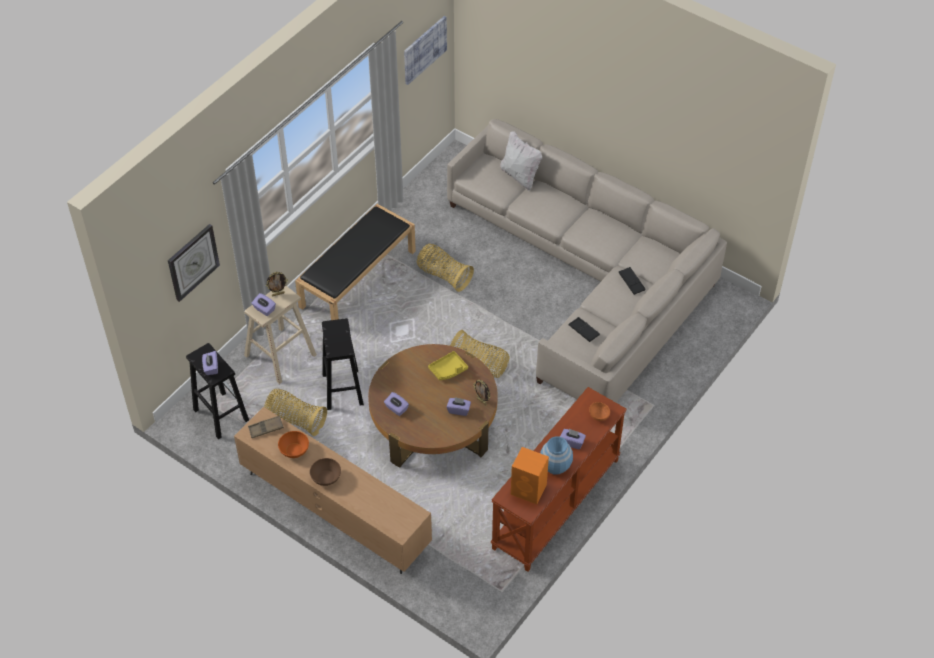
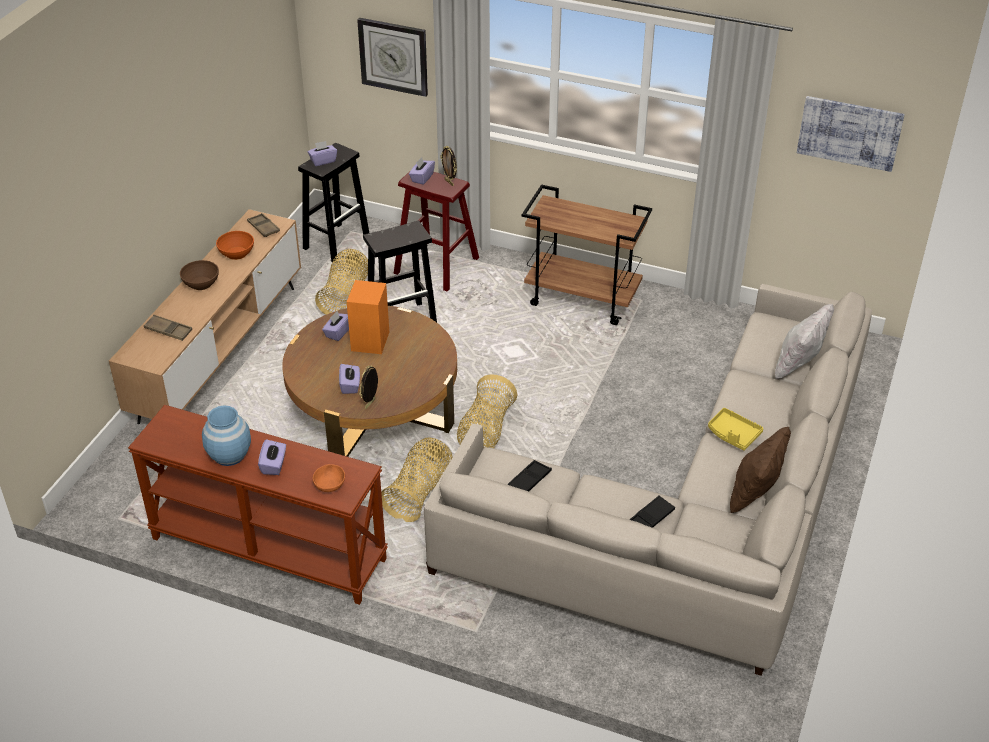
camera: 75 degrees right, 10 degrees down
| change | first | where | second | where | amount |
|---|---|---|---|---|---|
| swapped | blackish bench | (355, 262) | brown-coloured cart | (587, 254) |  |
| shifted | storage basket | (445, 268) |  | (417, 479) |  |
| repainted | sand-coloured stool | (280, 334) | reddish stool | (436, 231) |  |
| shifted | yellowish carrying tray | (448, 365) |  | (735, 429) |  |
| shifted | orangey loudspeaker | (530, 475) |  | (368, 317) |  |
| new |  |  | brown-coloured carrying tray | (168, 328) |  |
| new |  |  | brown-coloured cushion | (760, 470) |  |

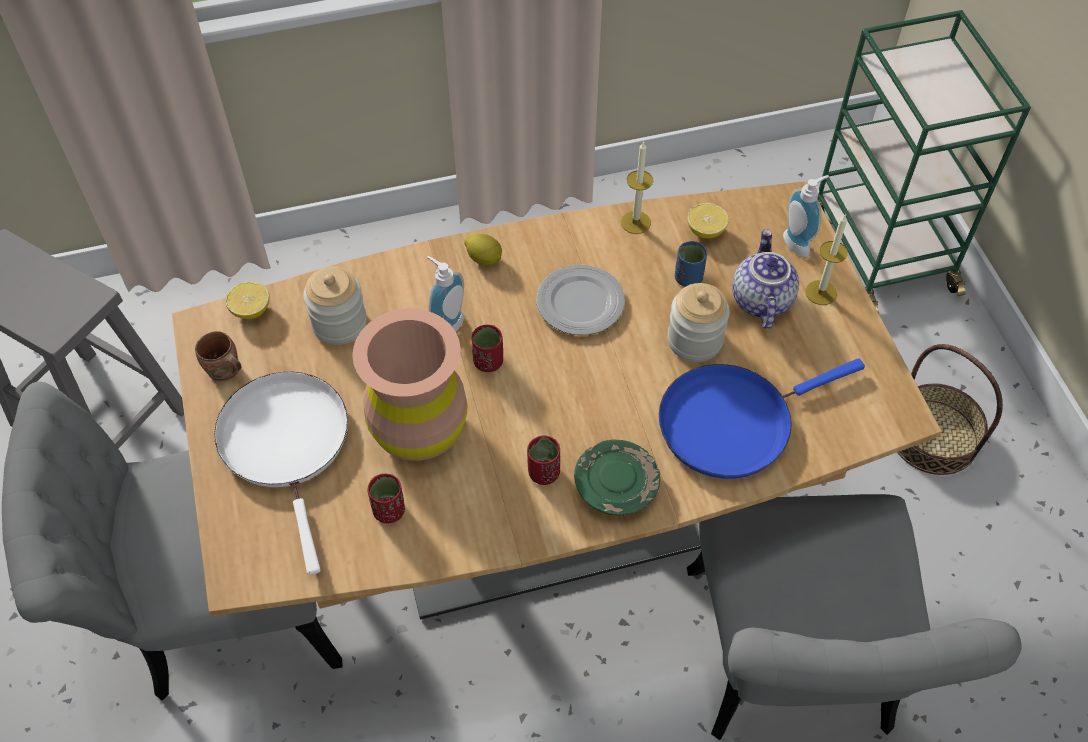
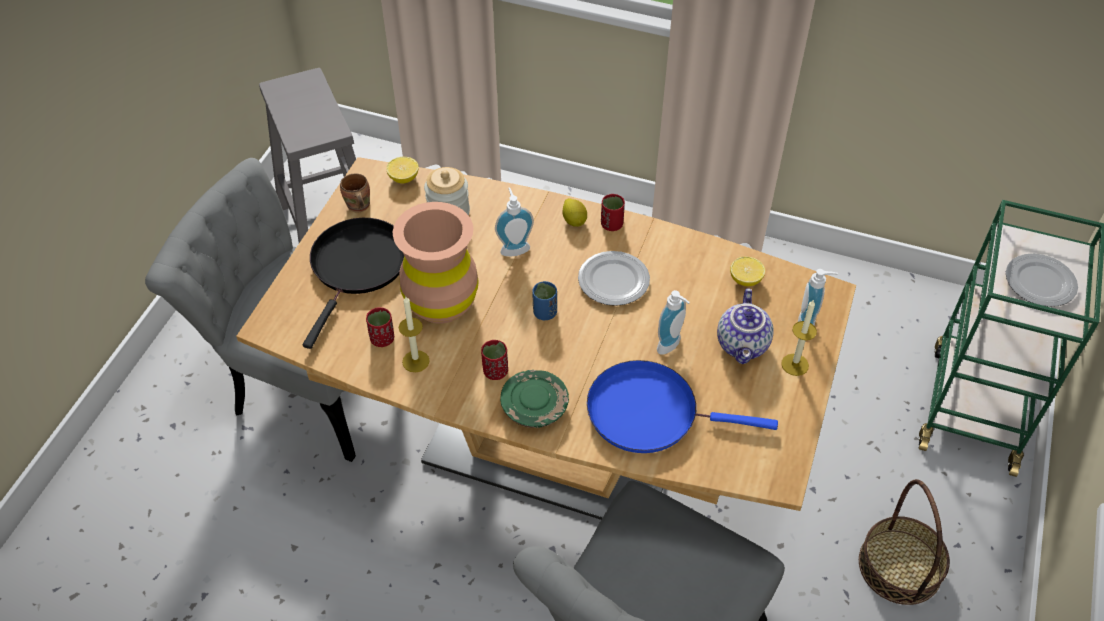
camera: 35 degrees right, 5 degrees down
| change | first | where | second | where | amount |
|---|---|---|---|---|---|
| shifted | candle | (637, 187) |  | (414, 334) |  |
| rotated | pot for tea | (765, 279) |  | (745, 326) | 150 degrees clockwise |
| shifted | blue-coloured small cup | (691, 264) |  | (544, 300) |  |
| swapped | storage jar | (698, 322) | liquid soap bottle | (673, 322) |  |
| shifted | reddish small cup | (487, 348) |  | (613, 212) |  |
| repainted | whitish pan | (281, 473) | blackish pan | (353, 283) |  |
| new |  |  | plate | (1042, 280) |  |

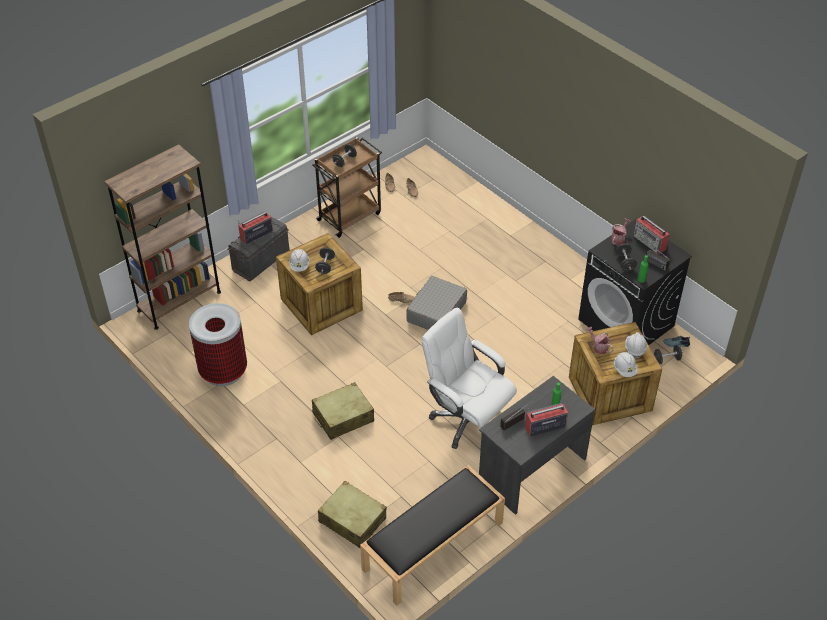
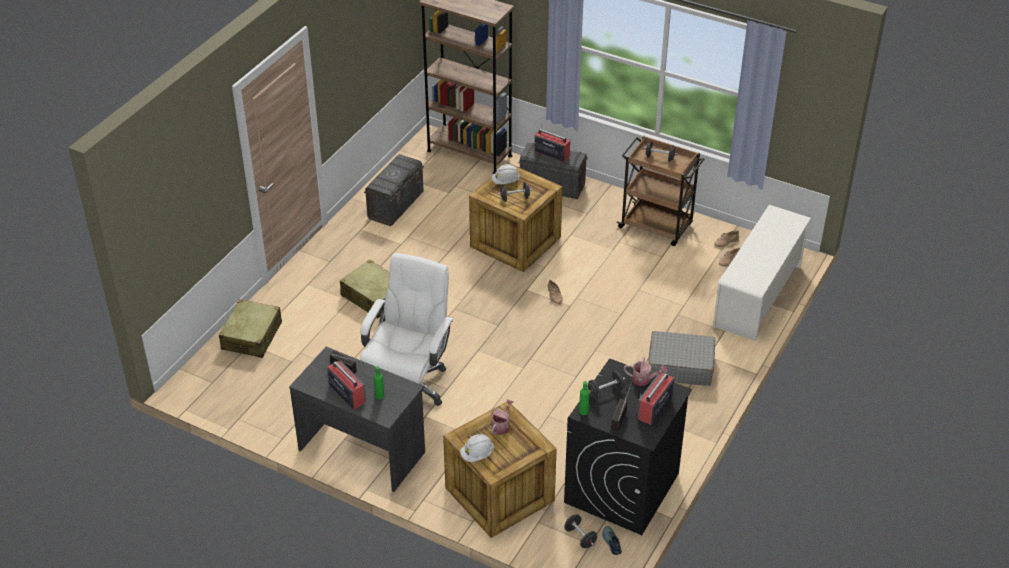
camera: 70 degrees right, 5 degrees down
| change | first | where | second | where | amount |
|---|---|---|---|---|---|
| shifted | greyish piece of luggage | (436, 303) |  | (681, 358) |  |
| swapped | waste bin | (218, 344) | greyish storage box | (394, 190) |  |
| gone | whitish hard hat | (636, 345) |  |  |  |
| gone | blackish bench | (432, 535) |  |  |  |
| new |  |  | whitish shoe rack | (762, 273) |  |

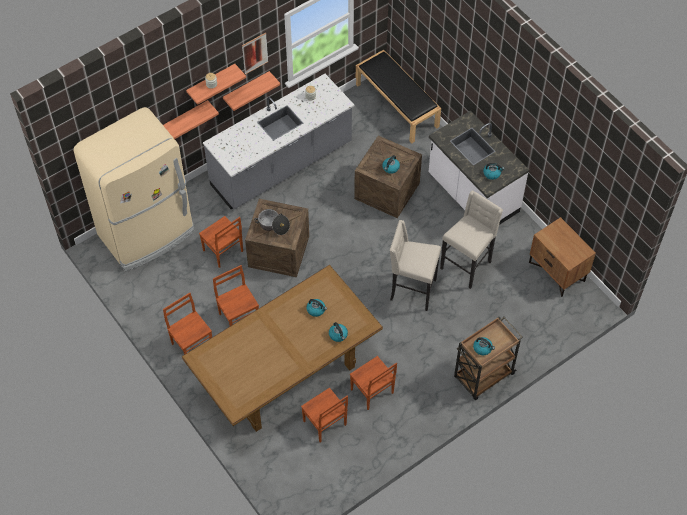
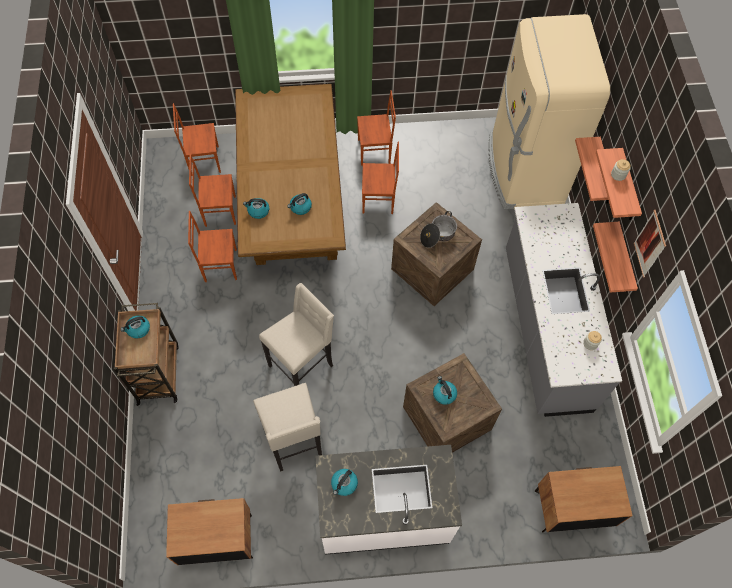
camera: 120 degrees right, 5 degrees up
| change | first | where | second | where | amount |
|---|---|---|---|---|---|
| swapped | blackish bench | (398, 96) | brown-coloured night table | (584, 499) |  |
| shifted | brown-coloured chair | (221, 242) |  | (197, 138) |  |

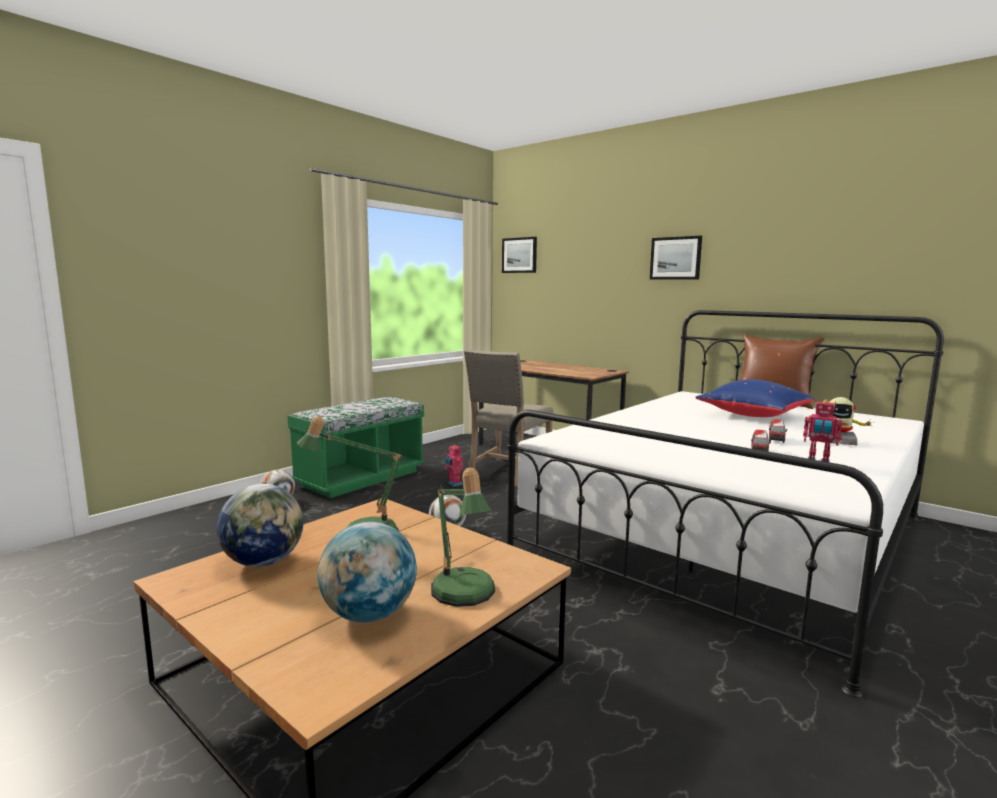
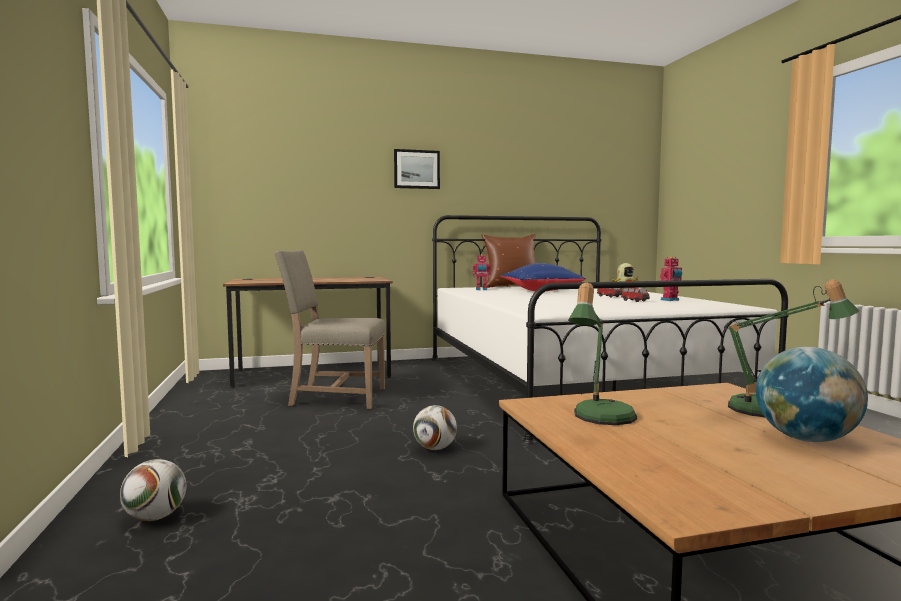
camera: 55 degrees left, 5 degrees down
| change | first | where | second | where | amount |
|---|---|---|---|---|---|
| gone | wall art | (519, 255) |  |  |  |
| rotated | sand-coloured chair | (508, 417) |  | (330, 329) | 120 degrees clockwise |
| gone | green bench | (356, 447) |  |  |  |
| shifted | robot figure | (454, 466) |  | (482, 272) |  |
| gone | globe | (260, 525) |  |  |  |

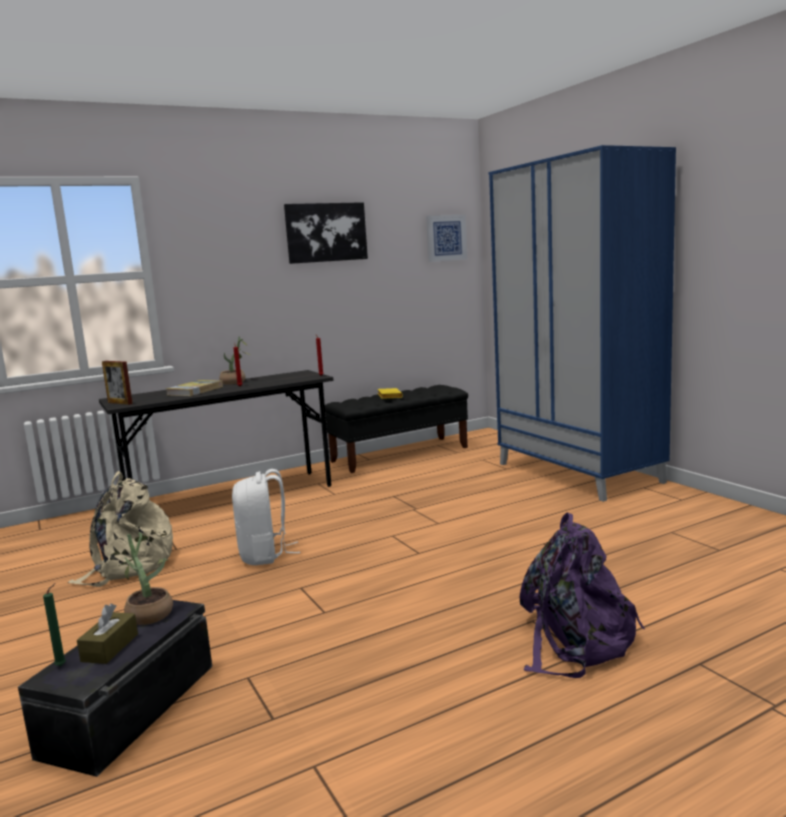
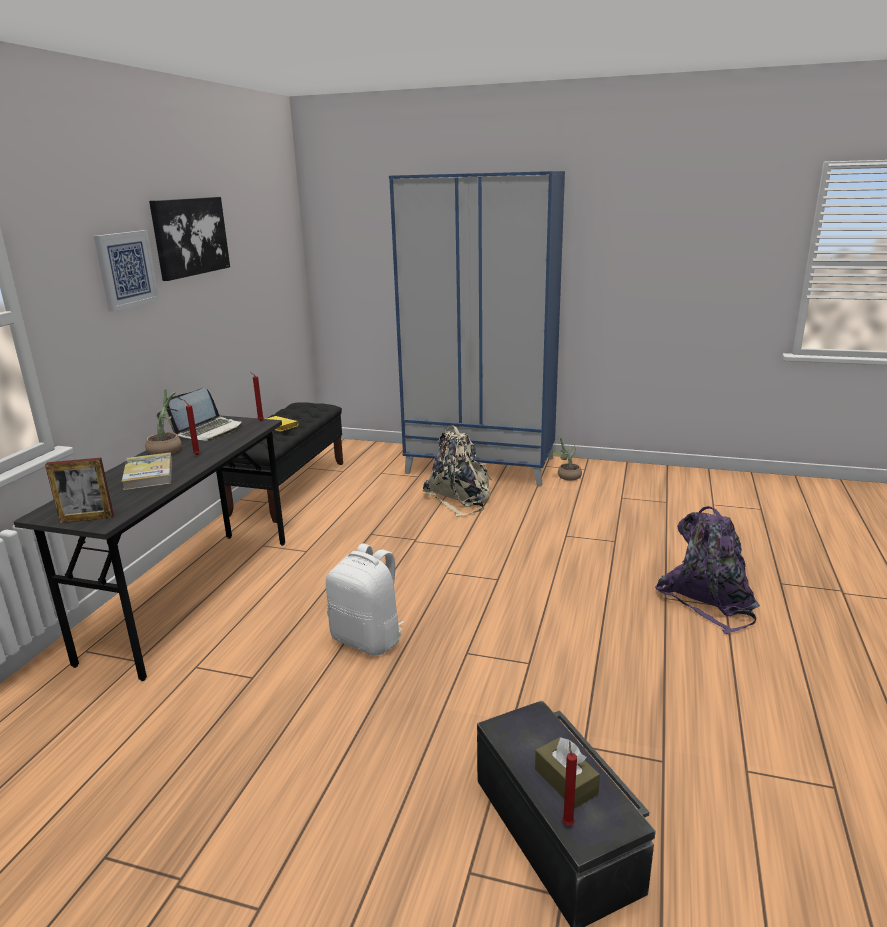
camera: 45 degrees left, 10 degrees up
| change | first | where | second | where | amount |
|---|---|---|---|---|---|
| shifted | wall art | (446, 238) |  | (126, 270) |  |
| shifted | sand-coloured rucksack | (120, 529) |  | (457, 471) |  |
| shifted | potted plant | (145, 578) |  | (567, 459) |  |
| repainted | green candle | (54, 624) | reddish candle | (569, 783) |  |
| new |  |  | portable computer | (204, 414) |  |

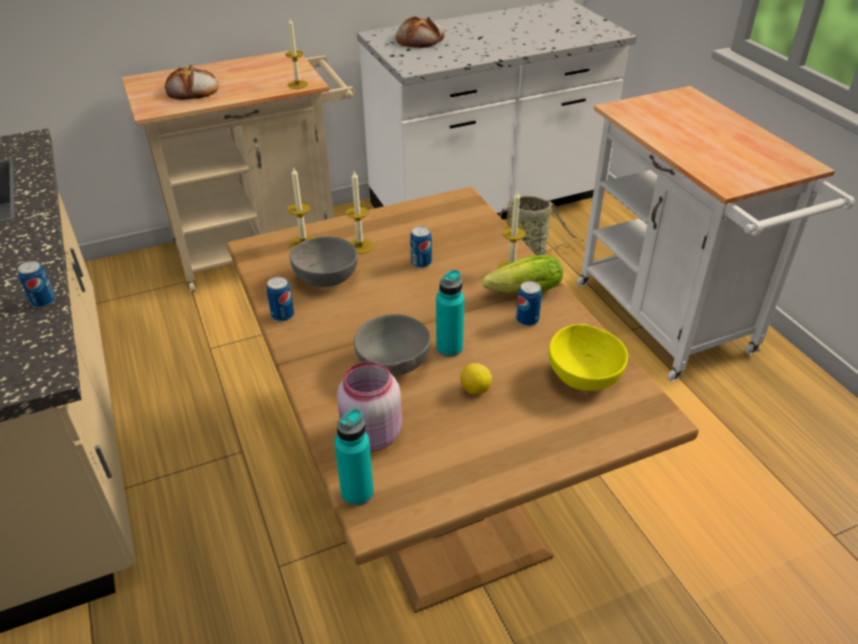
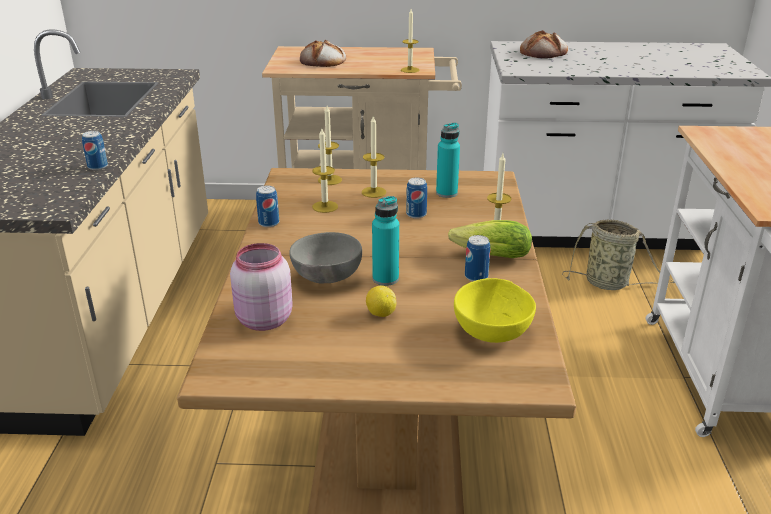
camera: 25 degrees right, 10 degrees down
| change | first | where | second | where | amount |
|---|---|---|---|---|---|
| swapped | greyish serving bowl | (323, 261) | candle | (325, 170) |  |
| shifted | turquoise drink bottle | (354, 457) |  | (448, 160) |  |

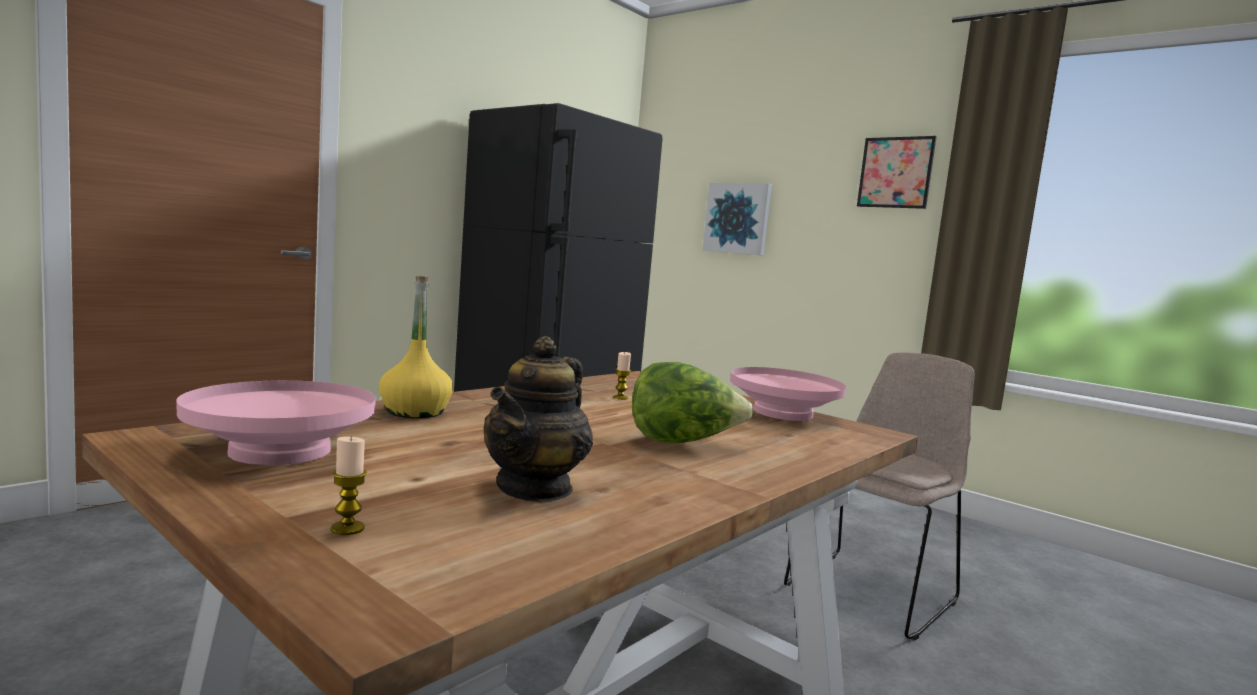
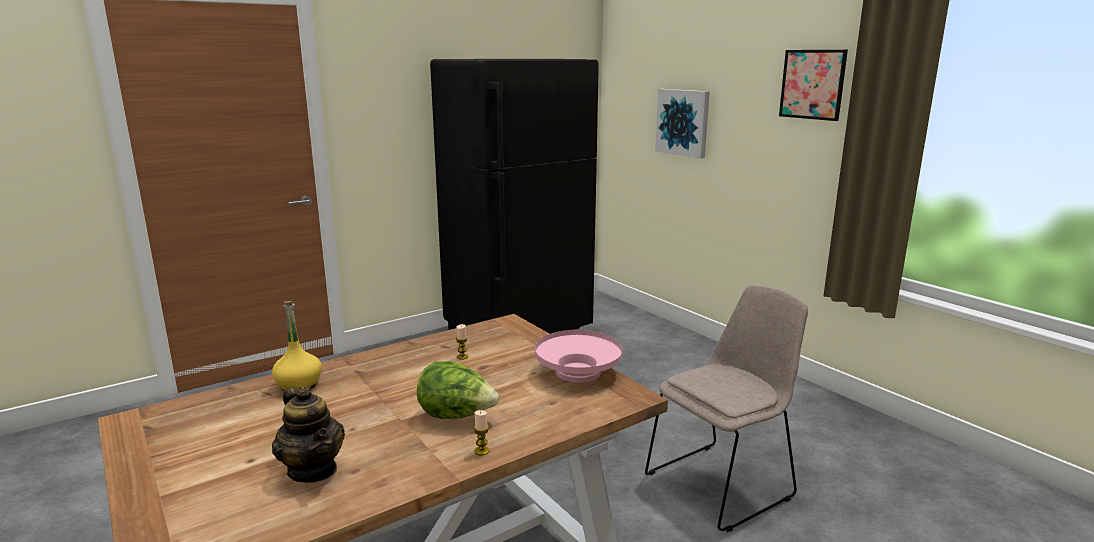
camera: 15 degrees right, 10 degrees up
| change | first | where | second | where | amount |
|---|---|---|---|---|---|
| rotated | pot for tea | (538, 419) |  | (308, 434) | 75 degrees counterclockwise |
| gone | pink serving bowl | (276, 422) |  |  |  |
| shifted | candle | (349, 485) |  | (482, 432) |  |

